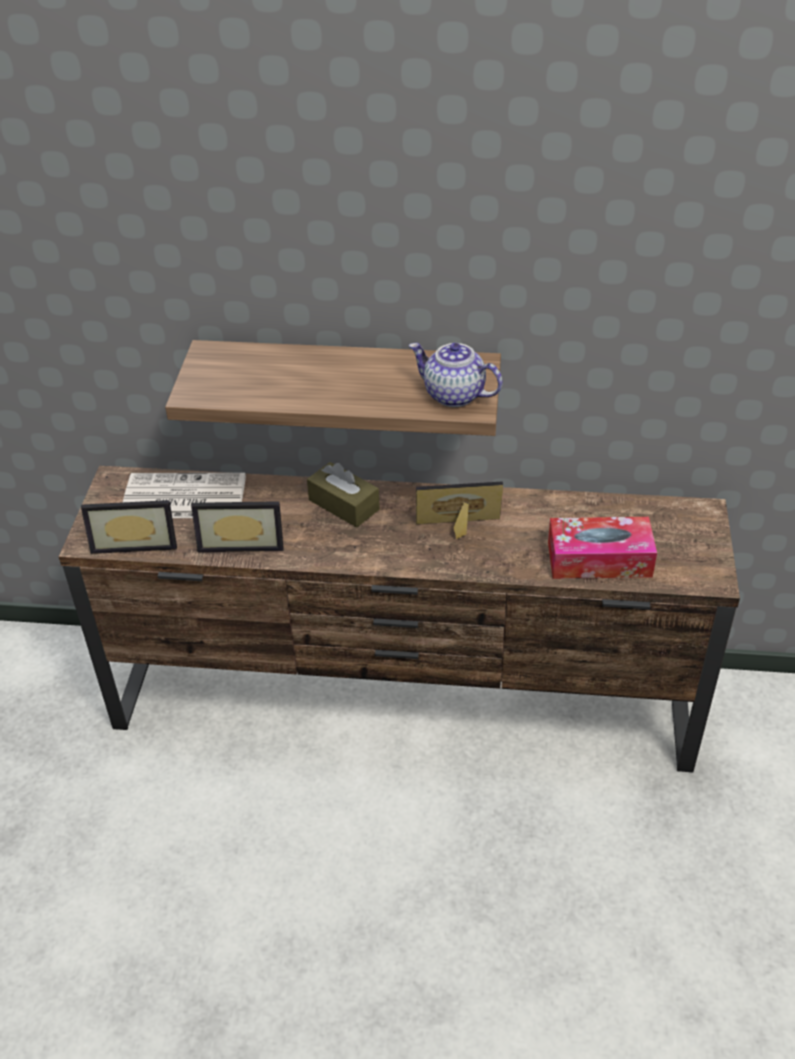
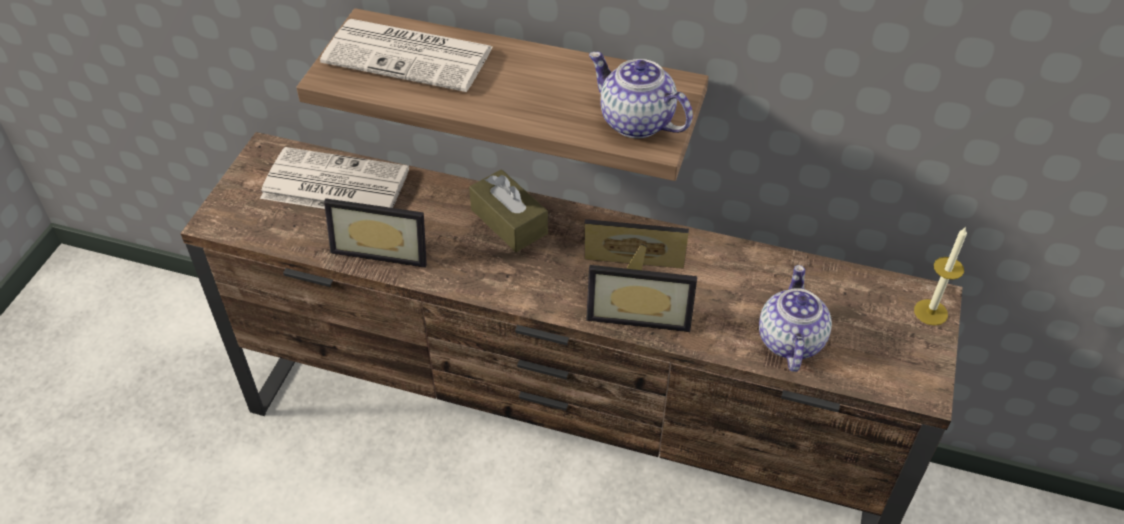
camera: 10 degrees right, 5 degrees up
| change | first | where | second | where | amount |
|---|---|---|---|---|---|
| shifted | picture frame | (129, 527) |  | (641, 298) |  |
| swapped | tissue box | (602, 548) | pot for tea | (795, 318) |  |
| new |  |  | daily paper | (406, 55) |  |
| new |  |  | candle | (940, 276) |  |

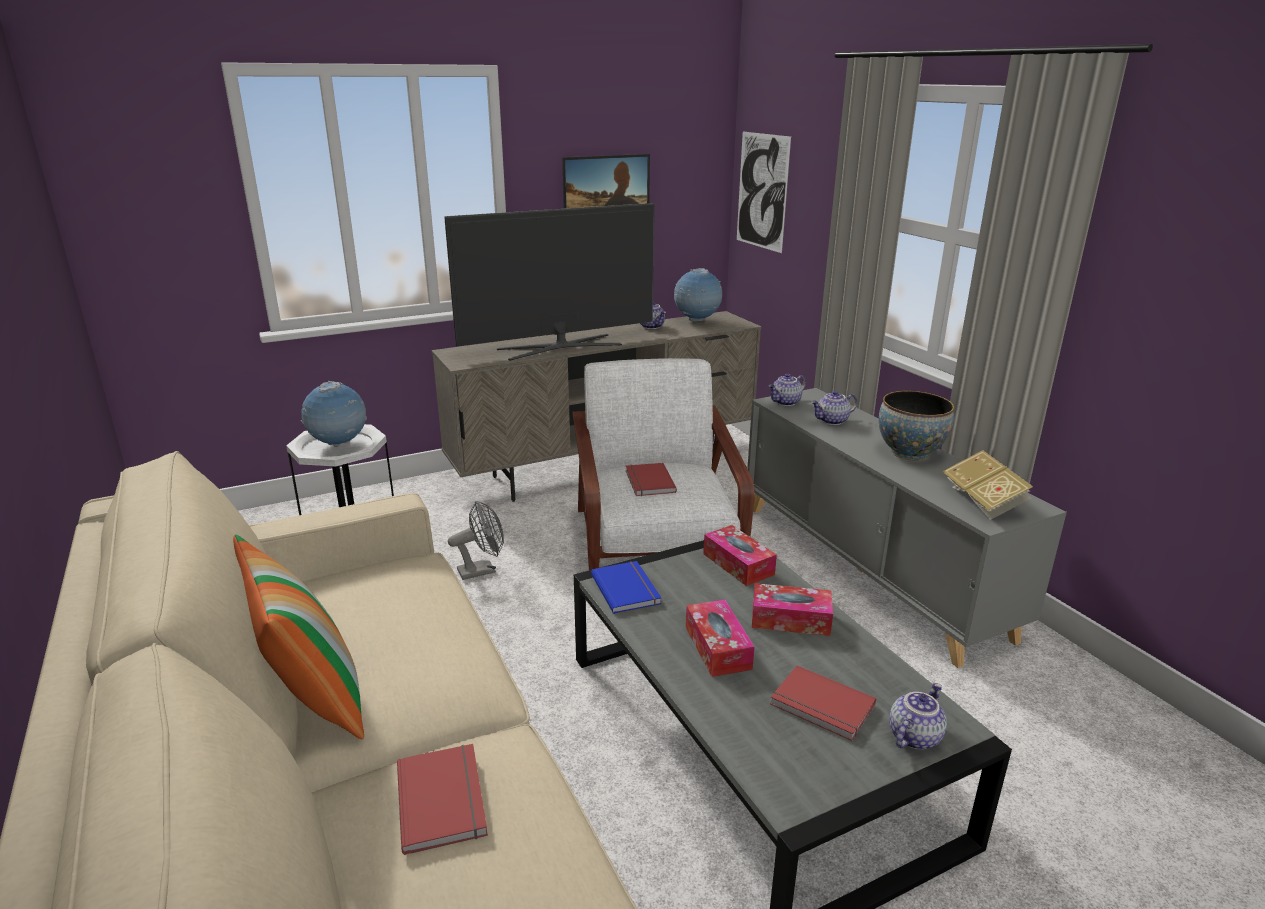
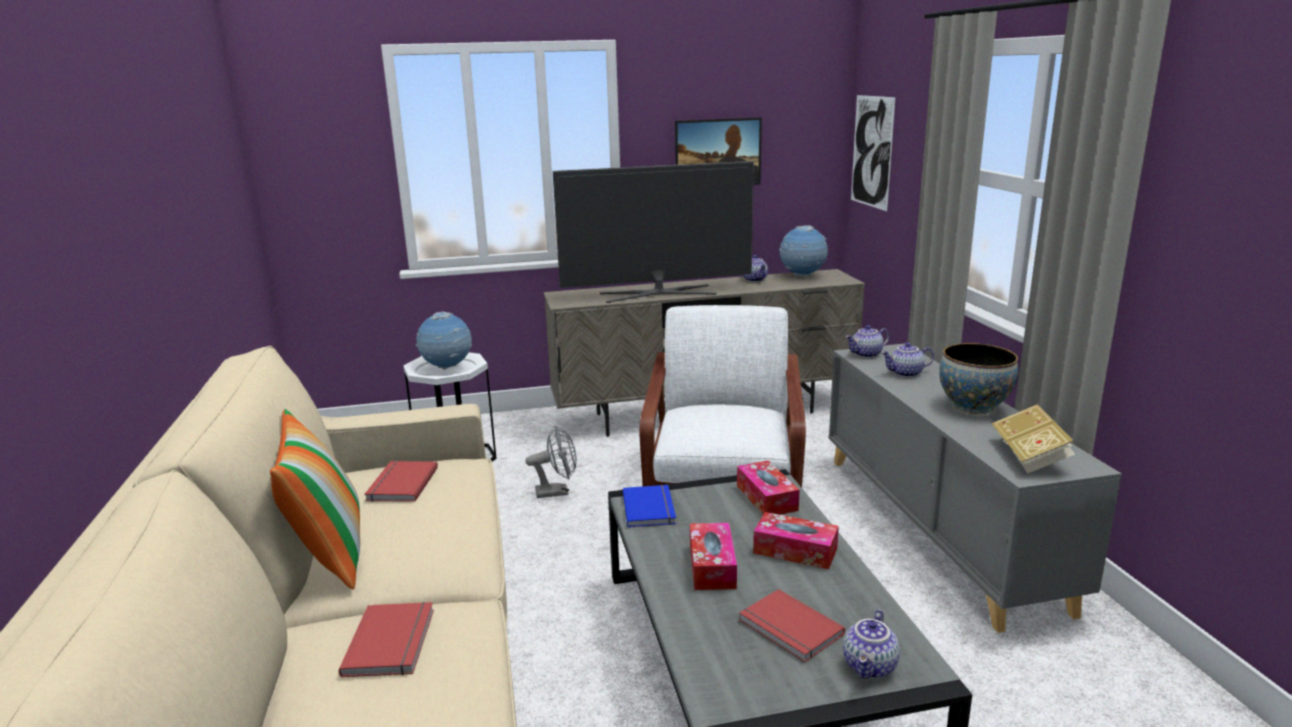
camera: 15 degrees right, 5 degrees down
| change | first | where | second | where | amount |
|---|---|---|---|---|---|
| shifted | reddish volume | (651, 479) |  | (401, 481) |  |
| rotated | pot for tea | (918, 716) |  | (871, 643) | 150 degrees clockwise |

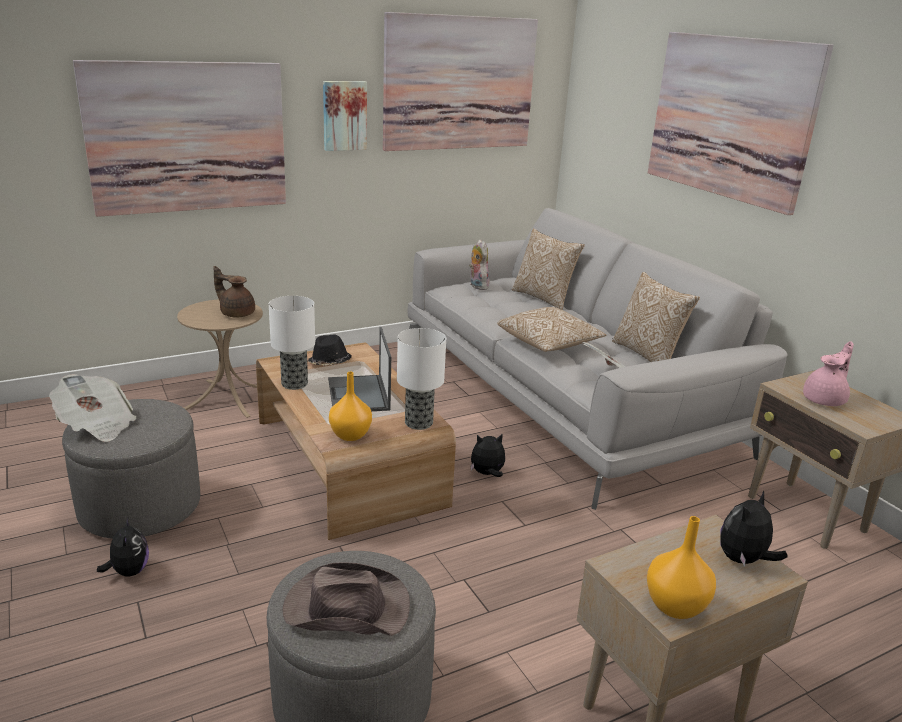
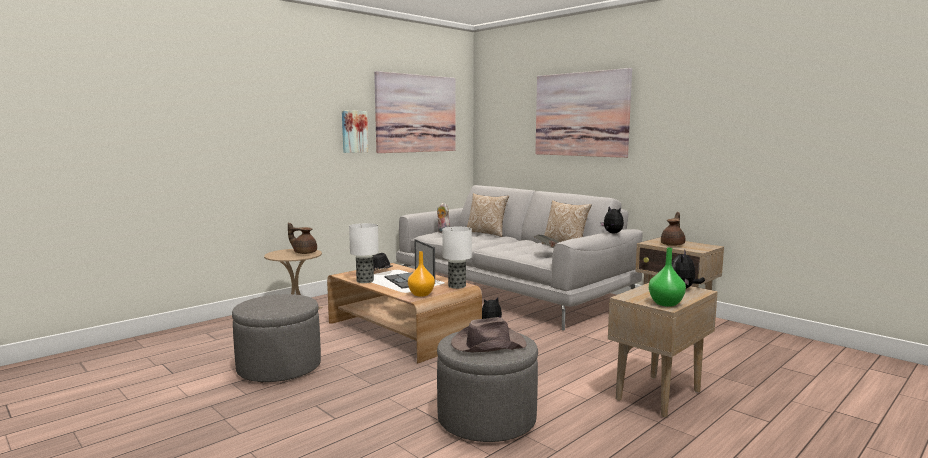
camera: 15 degrees left, 15 degrees down
| change | first | where | second | where | amount |
|---|---|---|---|---|---|
| gone | wall art | (179, 138) |  |  |  |
| gone | cushion | (551, 329) |  |  |  |
| repainted | pink pot for tea | (828, 373) | brown-coloured pot for tea | (673, 229) |  |
| gone | daily paper | (93, 408) |  |  |  |
| repainted | orangey decorative vase | (681, 567) | green decorative vase | (667, 277) |  |
| shifted | plush toy | (123, 546) |  | (612, 220) |  |

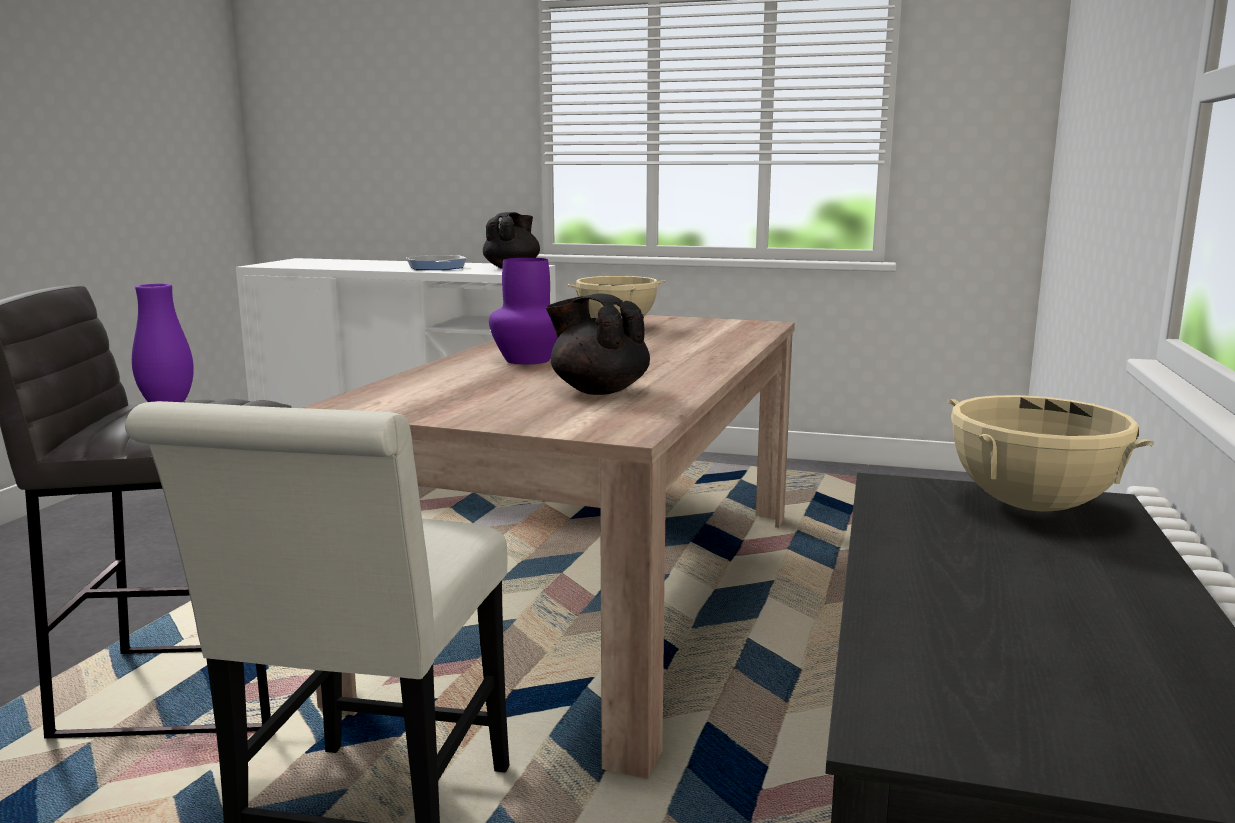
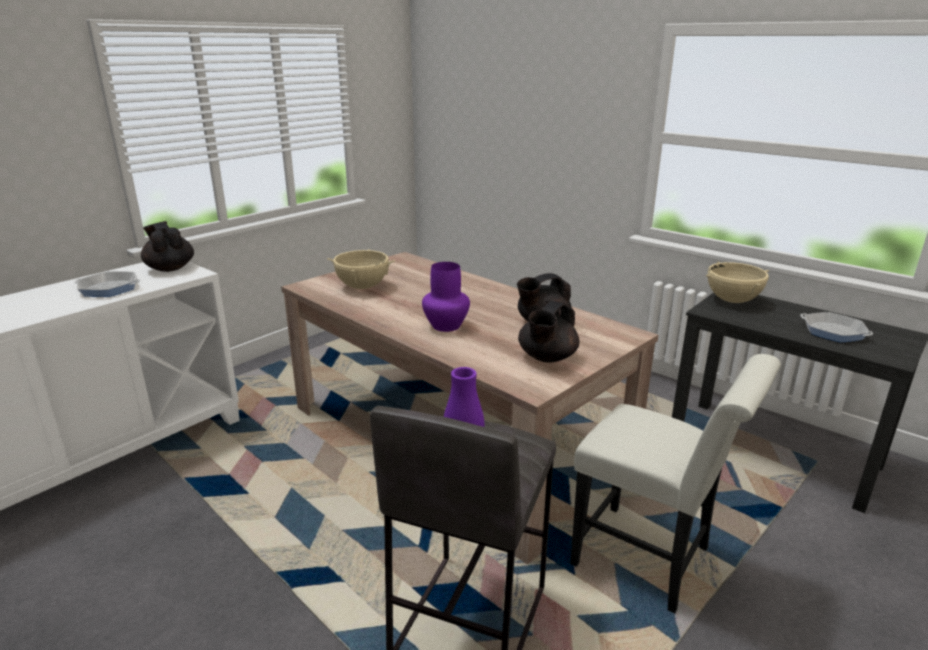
camera: 65 degrees left, 10 degrees up
| change | first | where | second | where | amount |
|---|---|---|---|---|---|
| new |  |  | blackish pot for tea | (548, 331) |  |
| new |  |  | pan | (836, 327) |  |

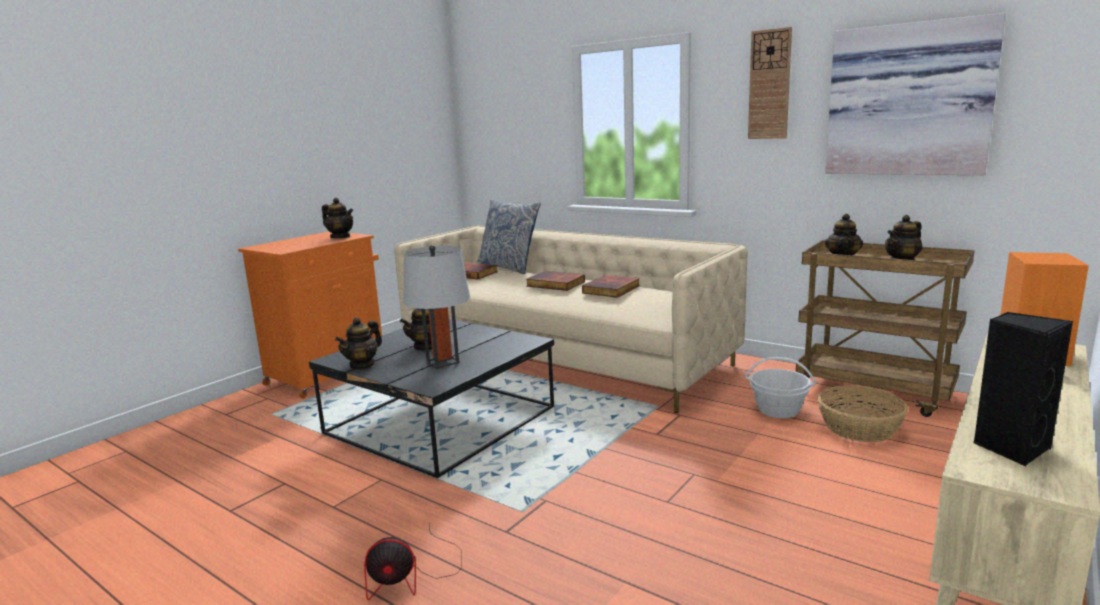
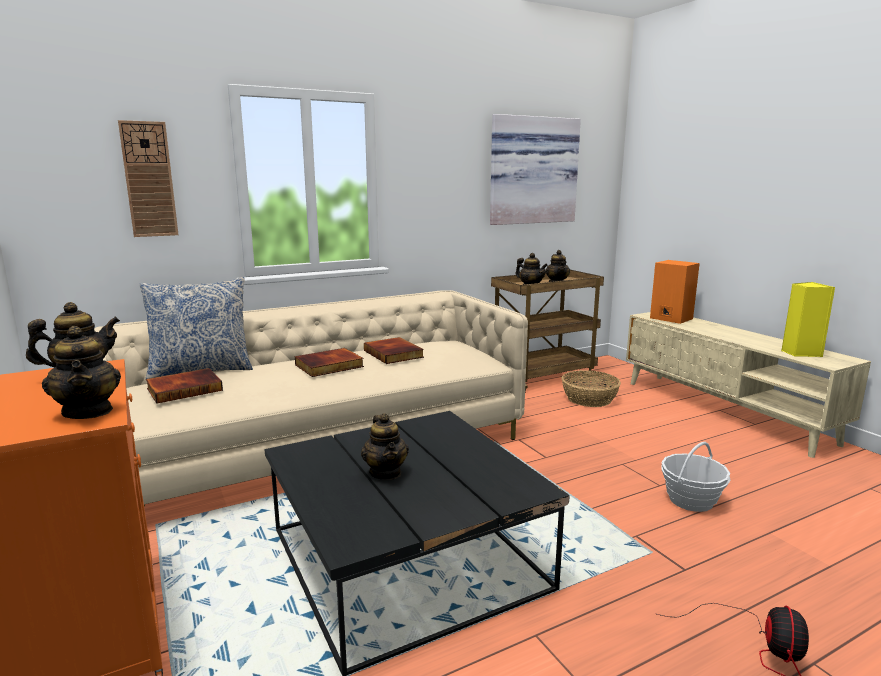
camera: 65 degrees left, 0 degrees up
| change | first | where | second | where | amount |
|---|---|---|---|---|---|
| shifted | wall clock | (770, 83) |  | (148, 178) |  |
| gone | greyish tabletop lamp | (436, 307) |  |  |  |
| repainted | blackish loudspeaker | (1023, 389) | yellowish loudspeaker | (808, 319) |  |
| shifted | pot for tea | (358, 343) |  | (81, 372) |  |
| shifted | storage basket | (781, 387) |  | (695, 477) |  |

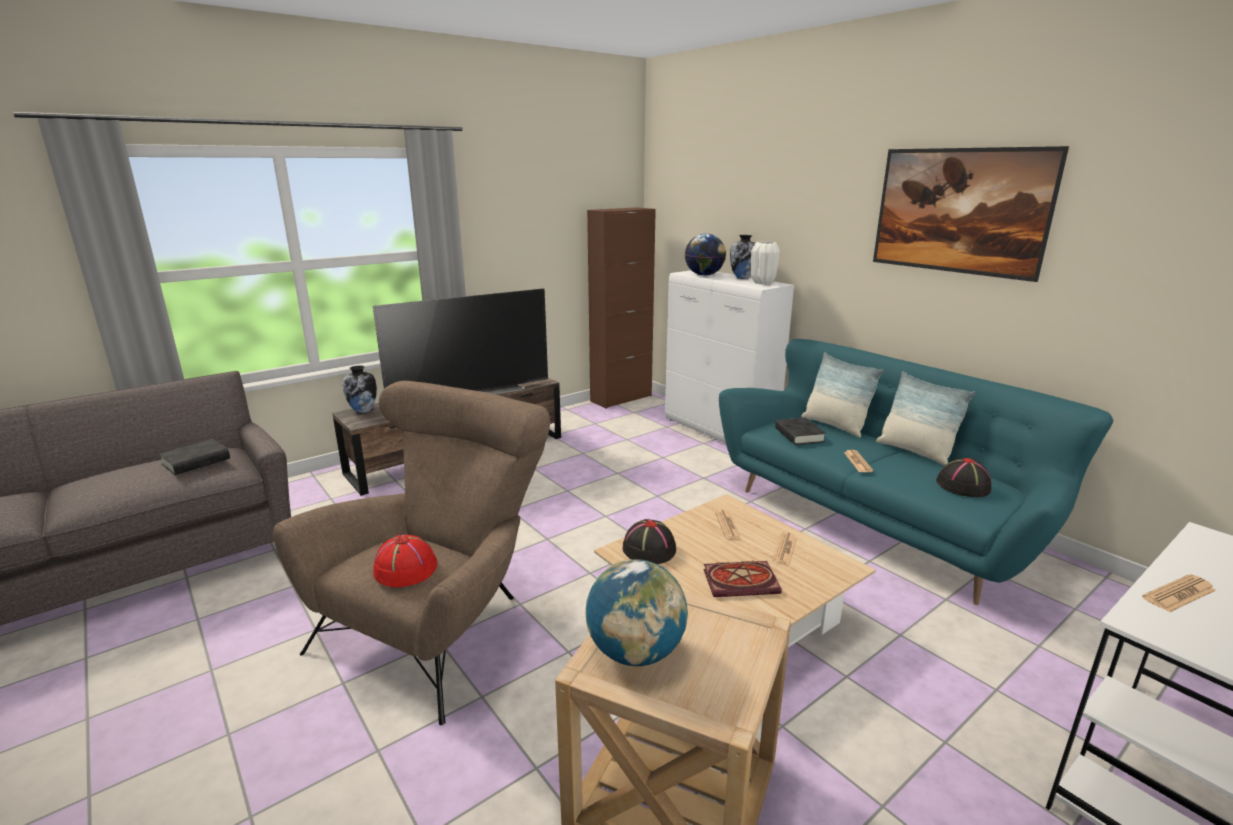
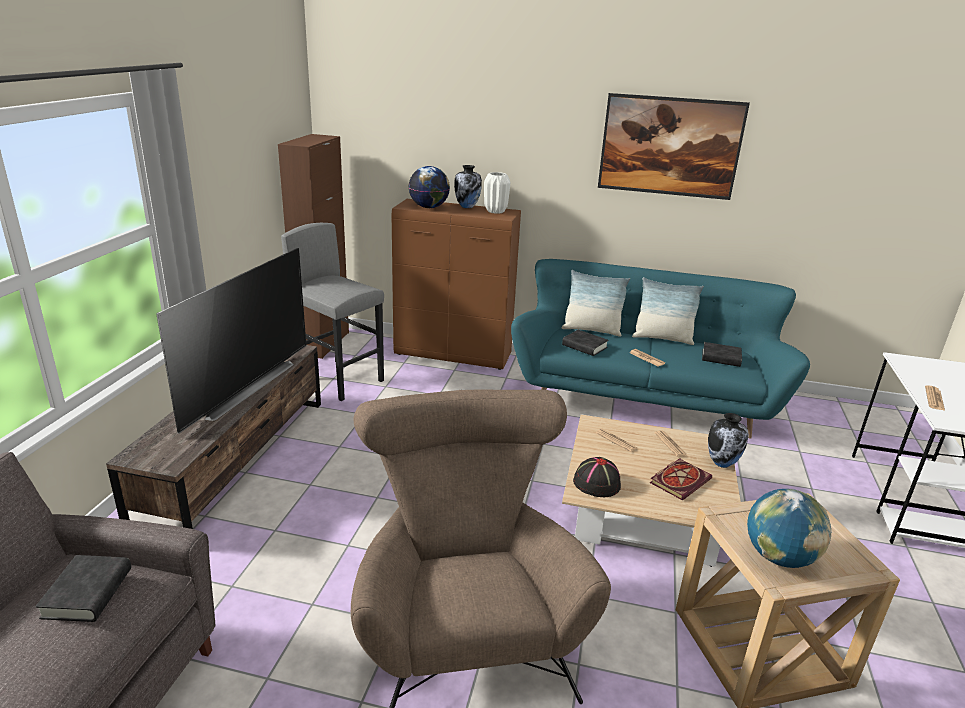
camera: 40 degrees left, 5 degrees up
| change | first | where | second | where | amount |
|---|---|---|---|---|---|
| repainted | whitish cabinet | (729, 356) | brown-coloured cabinet | (456, 284) |  |
| shifted | decorative vase | (360, 389) |  | (728, 440) |  |
| swapped | blackish hat | (963, 477) | blackish volume | (722, 354) |  |
| gone | reddish hat | (405, 561) |  |  |  |
| new |  |  | greyish stool | (332, 312) |  |

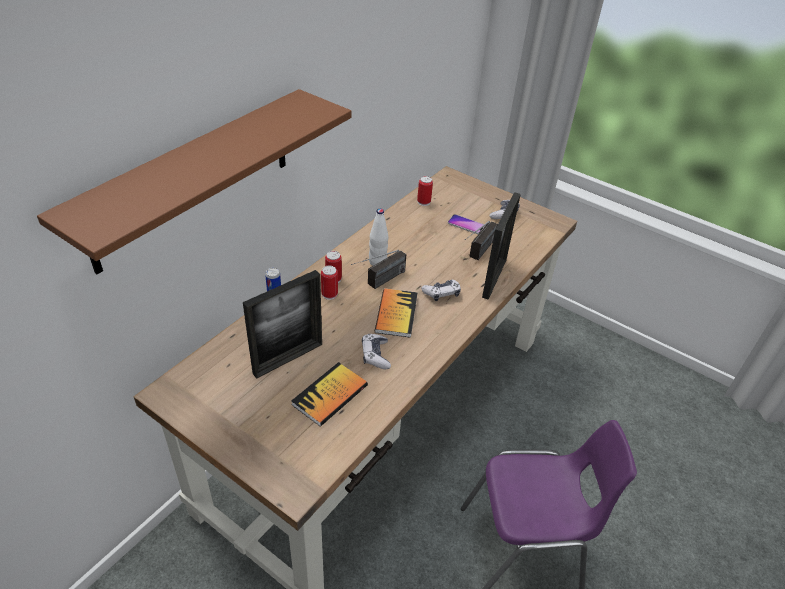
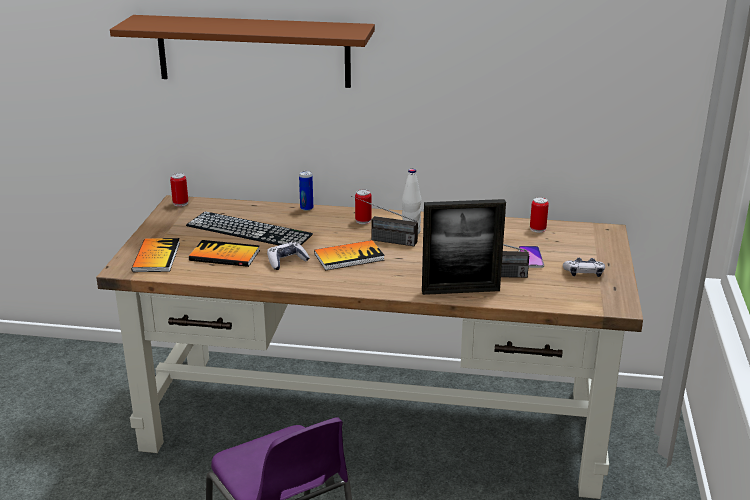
camera: 65 degrees right, 15 degrees down
| change | first | where | second | where | amount |
|---|---|---|---|---|---|
| shifted | metal can | (329, 282) |  | (179, 190) |  |
| swapped | picture frame | (282, 324) | computer keyboard | (249, 228) |  |
| gone | gamepad | (441, 290) |  |  |  |
| new |  |  | volume | (156, 255) |  |

